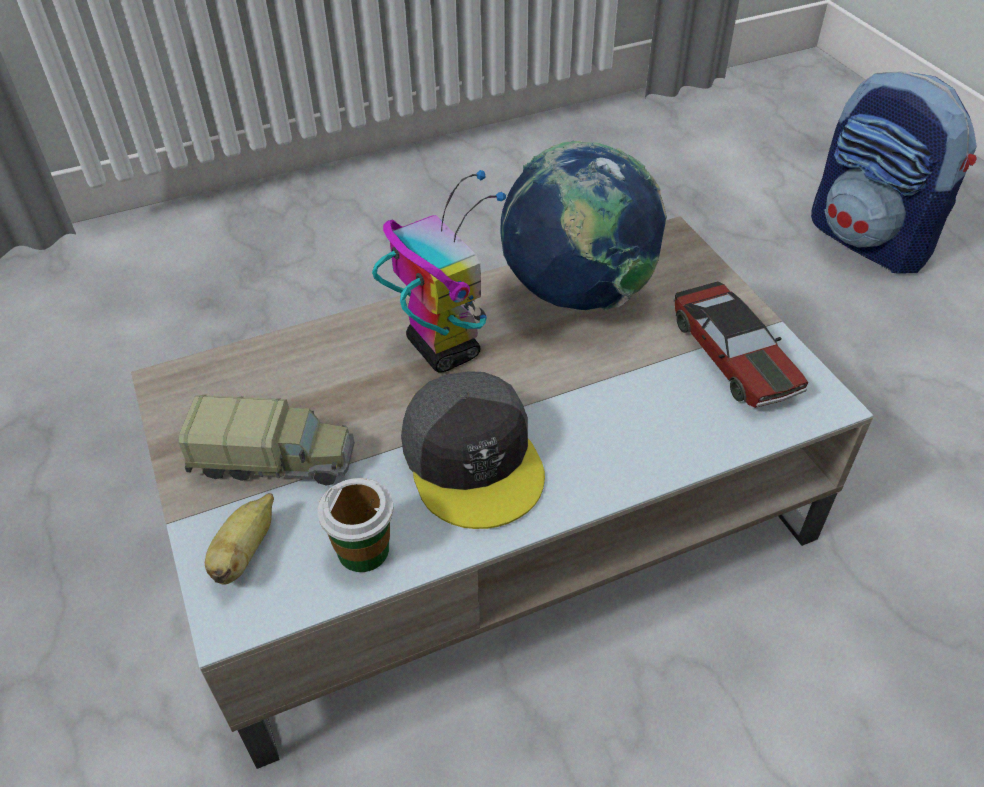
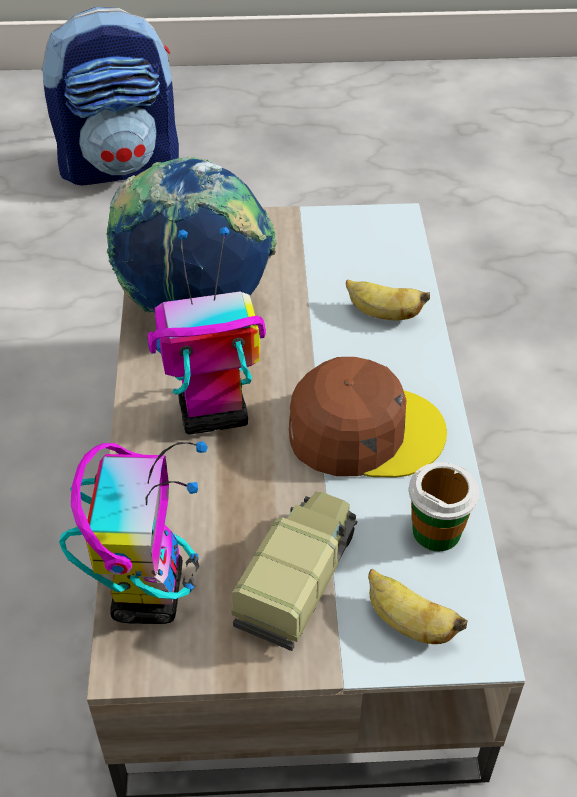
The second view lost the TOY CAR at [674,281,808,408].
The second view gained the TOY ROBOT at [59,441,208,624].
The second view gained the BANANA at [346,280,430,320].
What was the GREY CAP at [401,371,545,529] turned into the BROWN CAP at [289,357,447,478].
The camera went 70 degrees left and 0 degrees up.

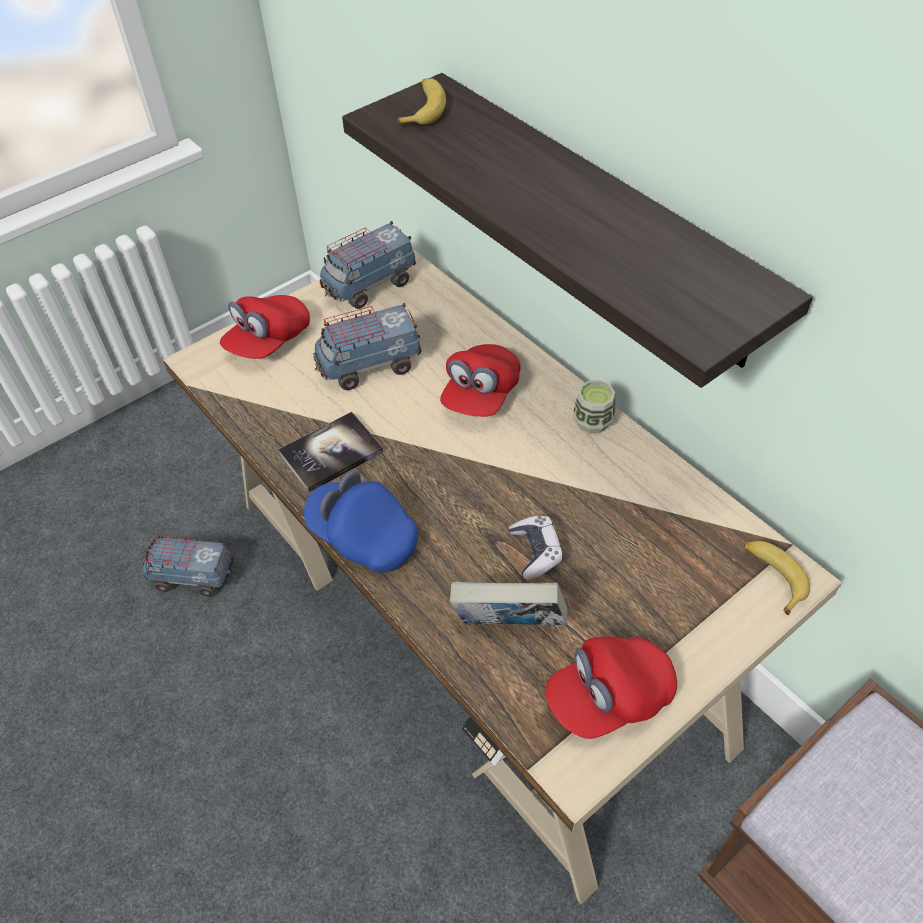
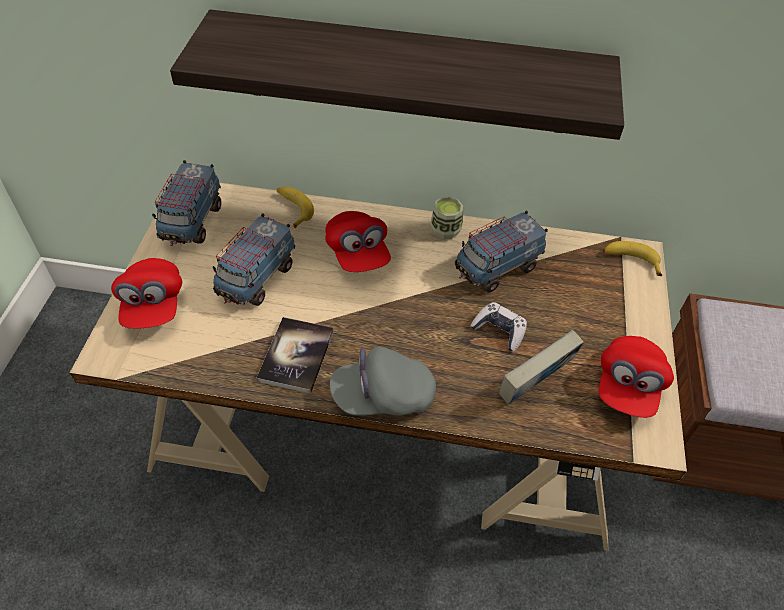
The TOY TRUCK ended up elsewhere, having gone from [142,533,233,596] to [455,211,548,292].
The BANANA ended up elsewhere, having gone from [397,78,446,125] to [277,186,314,229].
What was the BLUE CAP at [304,470,418,572] turned into the GREY CAP at [330,347,436,416].
The camera went 45 degrees left and 0 degrees up.

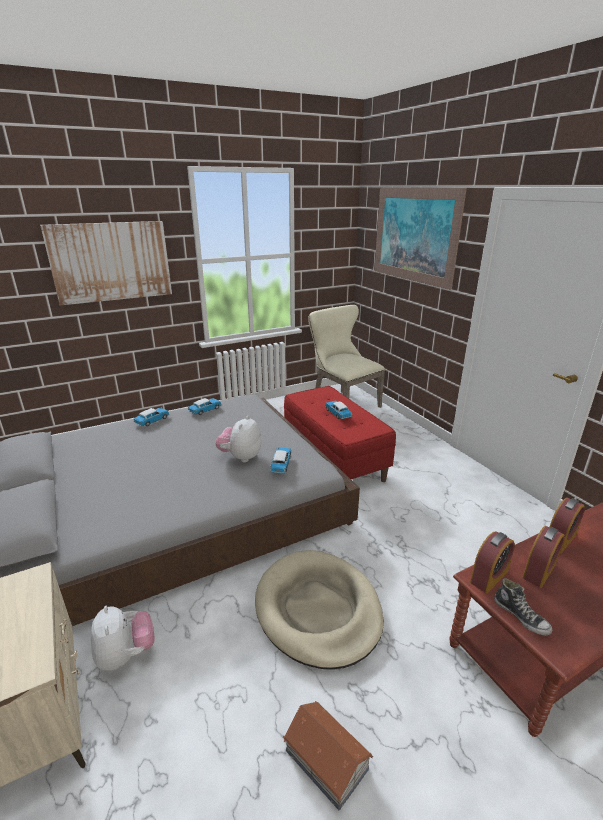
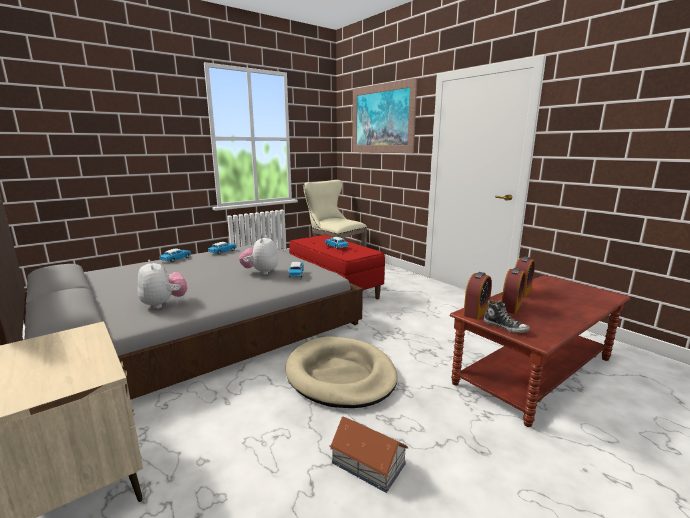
The second view lost the PICTURE at [40,221,172,305].
The PLUSH TOY ended up elsewhere, having gone from [91,606,155,671] to [138,260,187,309].
The camera went 10 degrees left and 10 degrees down.

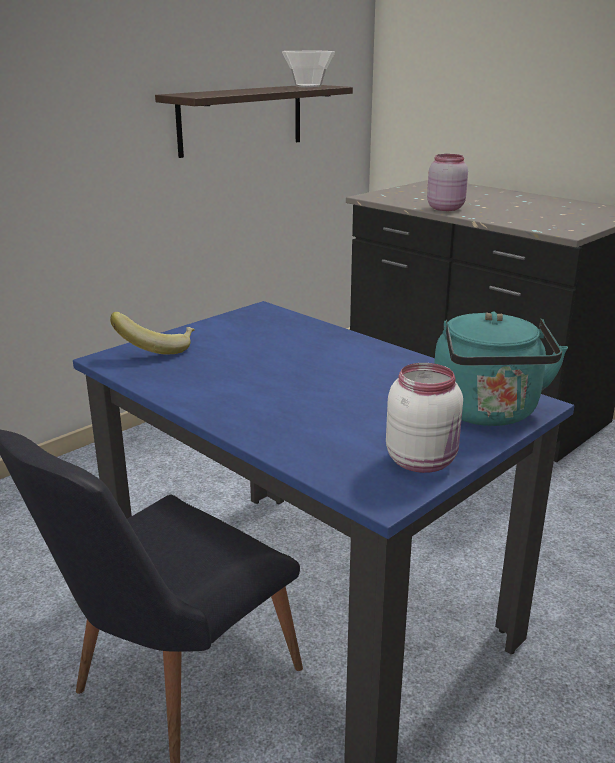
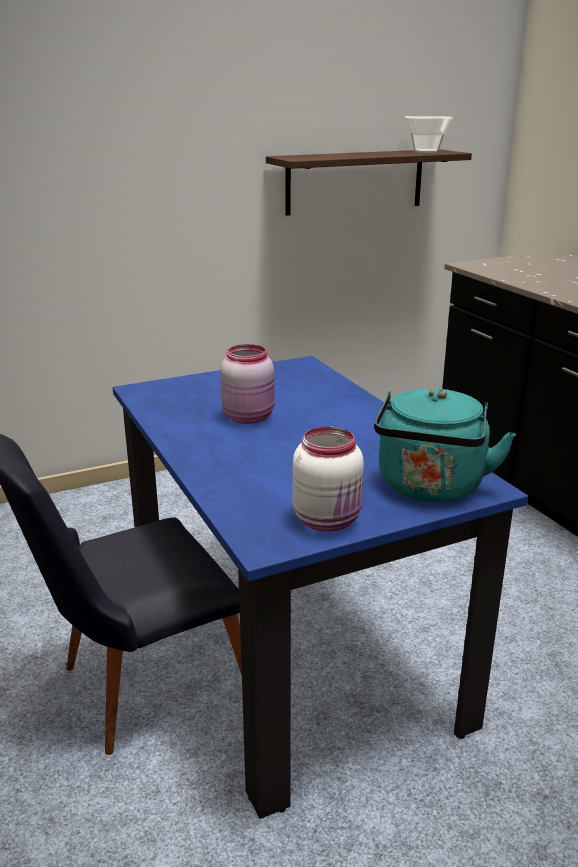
The second view lost the BANANA at [110,312,195,355].
The PINK JAR ended up elsewhere, having gone from [427,154,468,211] to [220,344,275,424].
The camera went 20 degrees right and 0 degrees up.

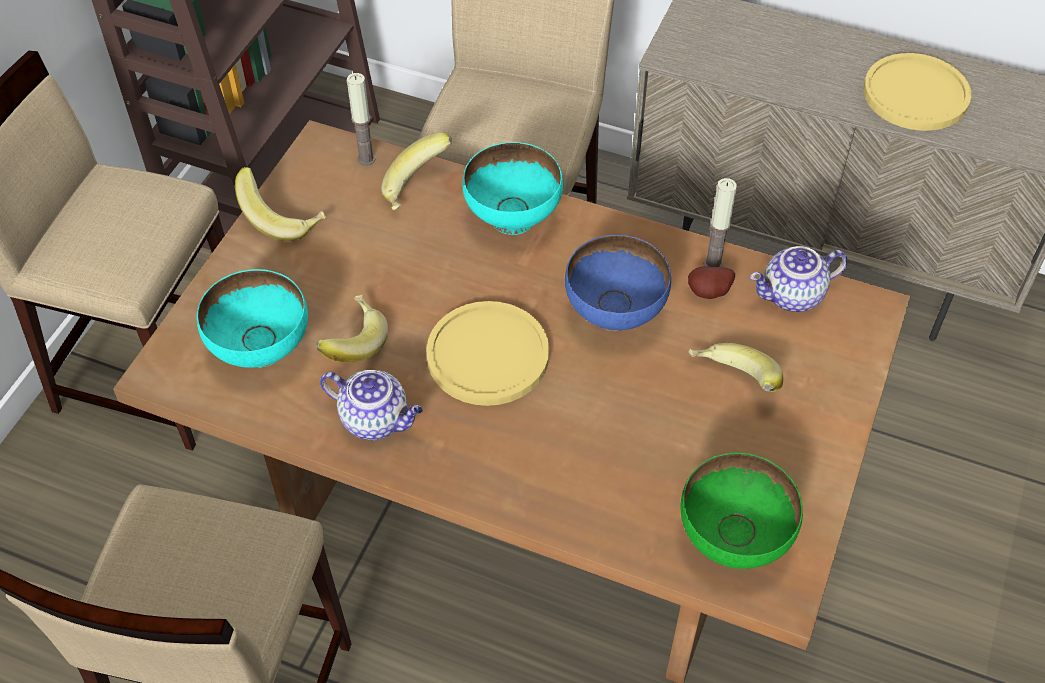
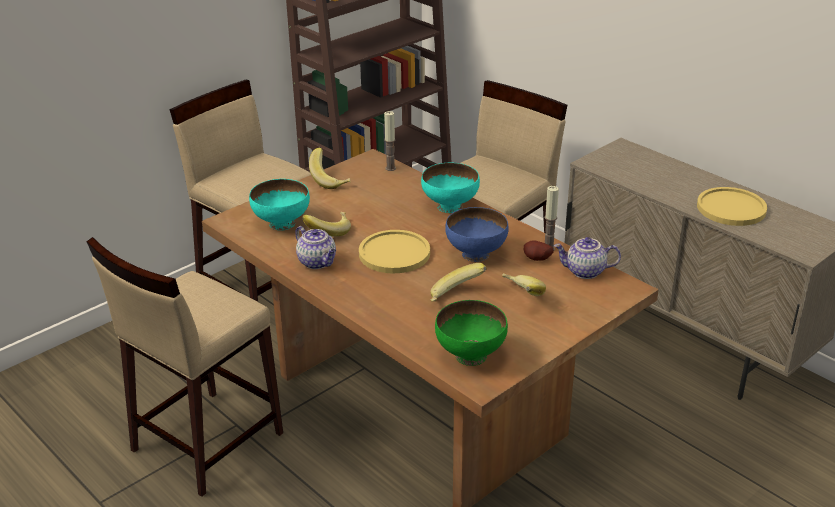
The BANANA ended up elsewhere, having gone from [381,132,452,210] to [430,263,486,302].
The camera went 25 degrees right and 20 degrees down.

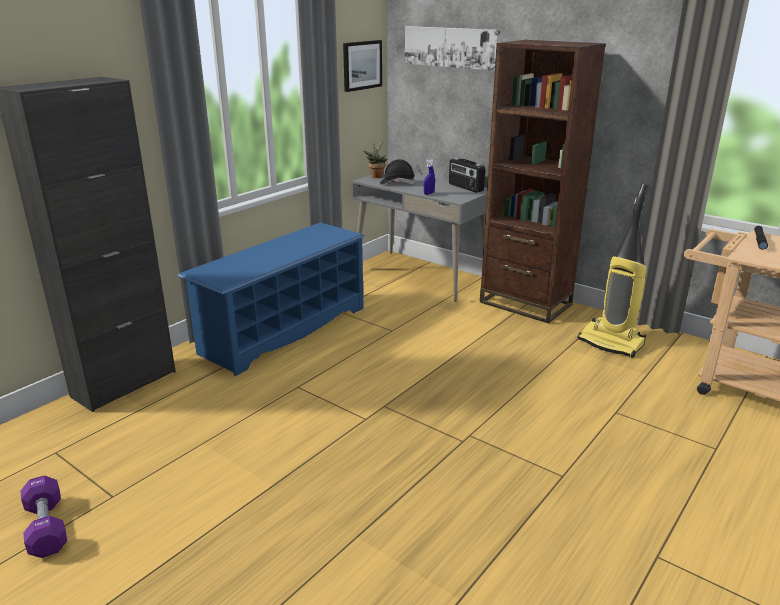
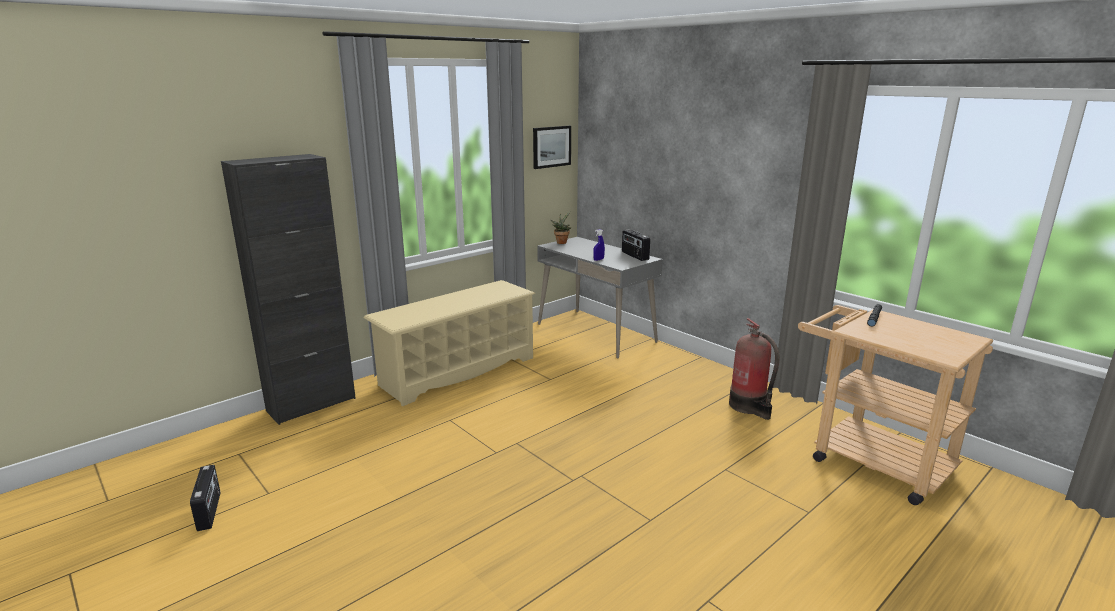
The second view lost the BLACK HARD HAT at [380,159,415,184].
The second view lost the PICTURE at [405,26,500,71].
The second view lost the BROWN BOOKCASE at [480,40,606,324].
Where the PURPLE DUMBBELL stood at [21,475,67,558], the RADIO came to stand at [190,465,220,531].
Where the VACUUM CLEANER stood at [578,184,648,358], the FIRE EXTINGUISHER came to stand at [729,318,780,420].
What was the BLUE SHOE RACK at [177,223,365,376] turned into the BEIGE SHOE RACK at [364,280,535,406].
The camera went 10 degrees right and 5 degrees down.

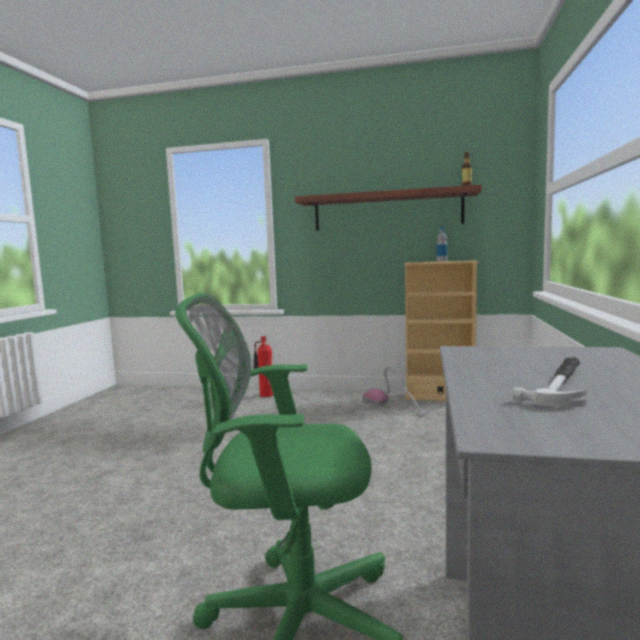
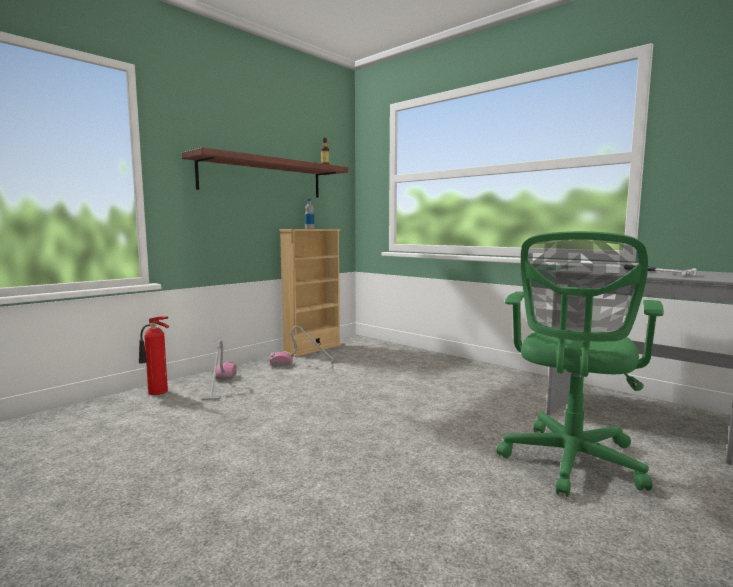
The second view gained the VACUUM CLEANER at [201,340,237,400].
The camera went 60 degrees left and 0 degrees up.

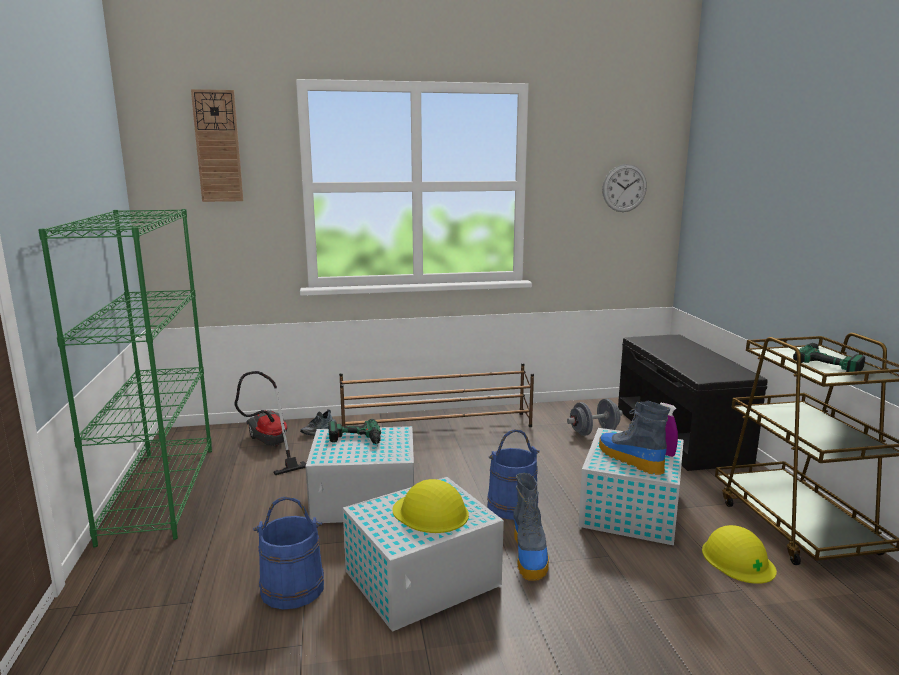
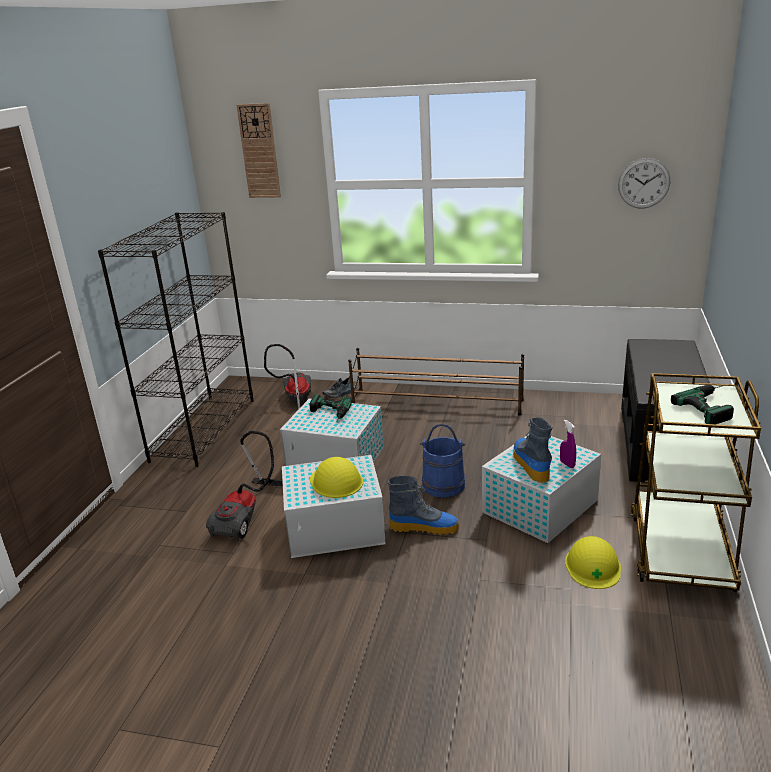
The second view lost the GREY DUMBBELL at [567,399,623,436].
Where the BLUE BUCKET stood at [253,496,324,610], the VACUUM CLEANER came to stand at [206,431,283,540].
What was the GREEN BOOKCASE at [38,209,212,547] turned into the BLACK BOOKCASE at [98,212,254,467].
The BOOT at [514,473,549,581] ended up facing another way, 105 degrees counterclockwise from before.
The camera went 25 degrees right and 10 degrees up.

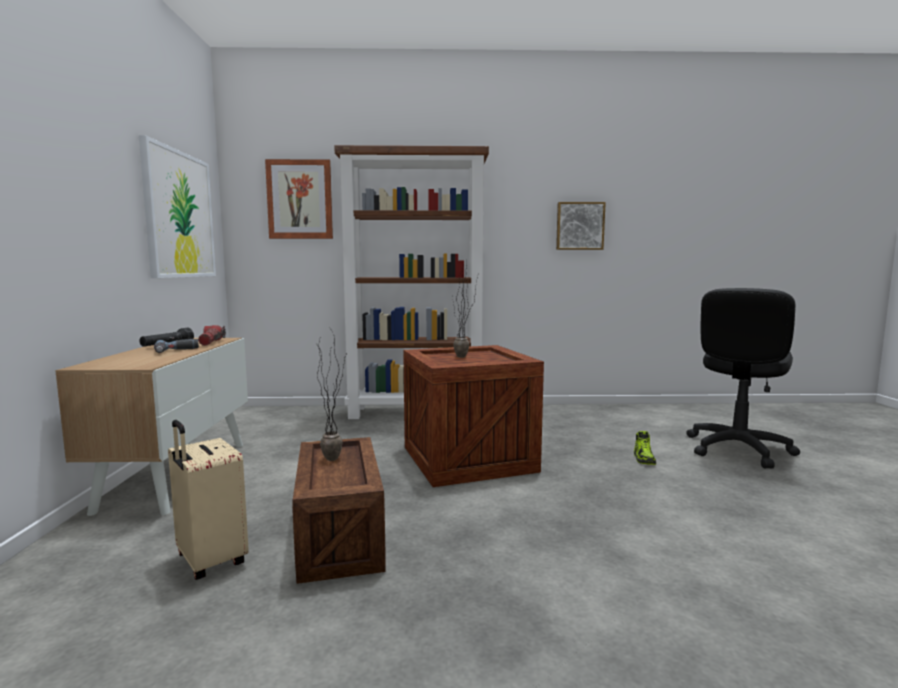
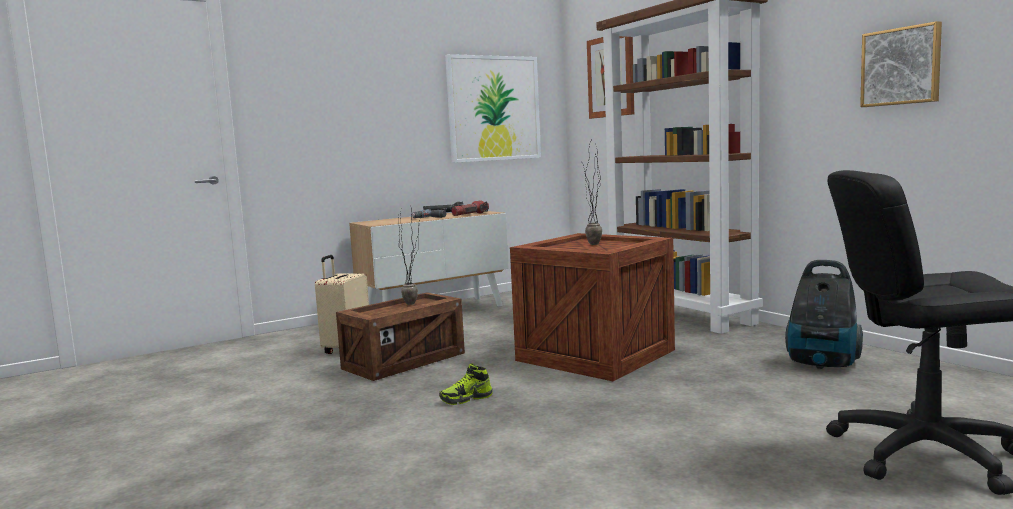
The second view gained the VACUUM CLEANER at [785,260,863,369].
The SHOE ended up elsewhere, having gone from [634,431,656,465] to [439,363,493,405].
The camera went 60 degrees right and 0 degrees up.

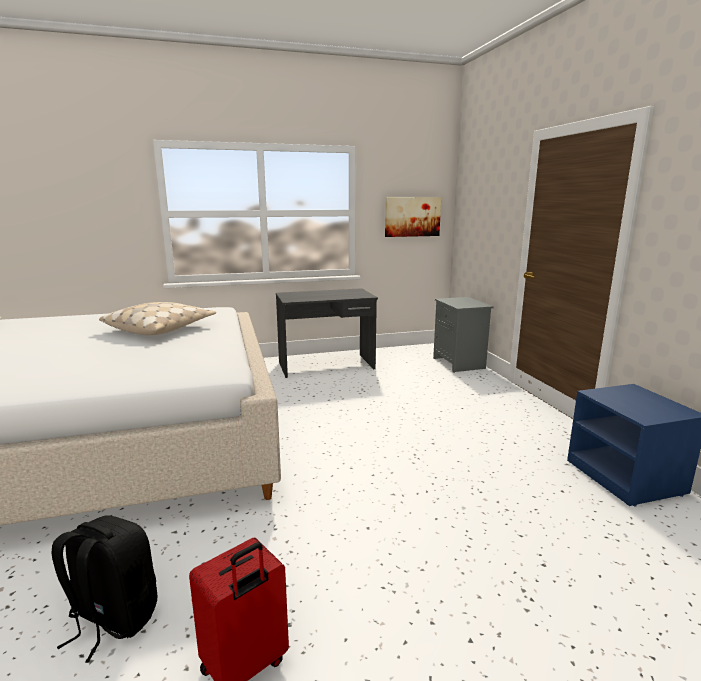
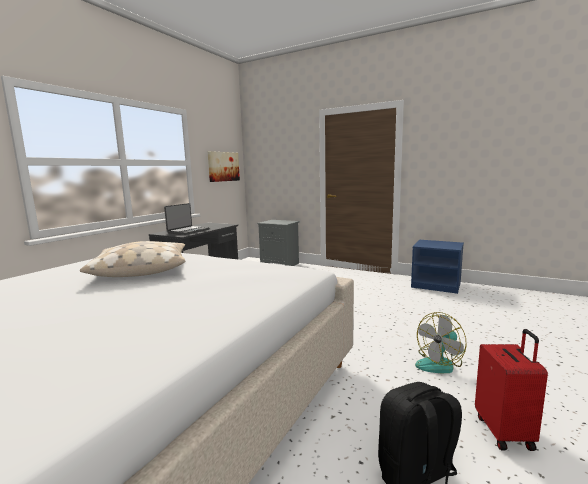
The second view gained the LAPTOP at [164,203,209,235].
The second view gained the FAN at [415,312,467,373].
The camera went 45 degrees left and 5 degrees down.

